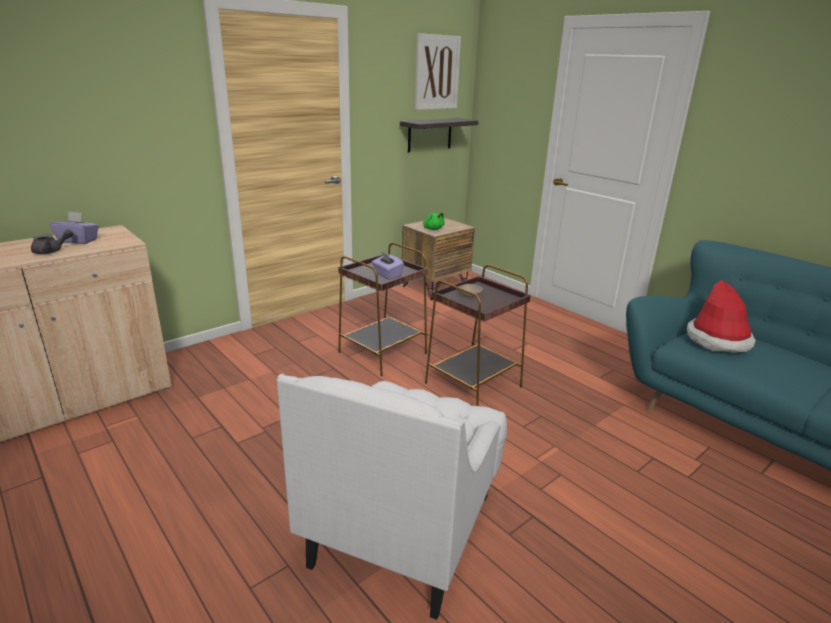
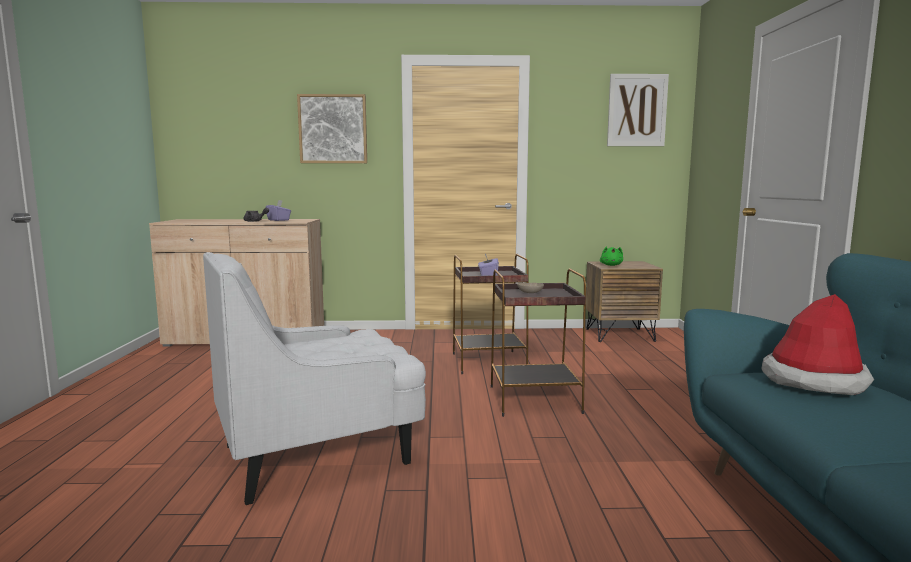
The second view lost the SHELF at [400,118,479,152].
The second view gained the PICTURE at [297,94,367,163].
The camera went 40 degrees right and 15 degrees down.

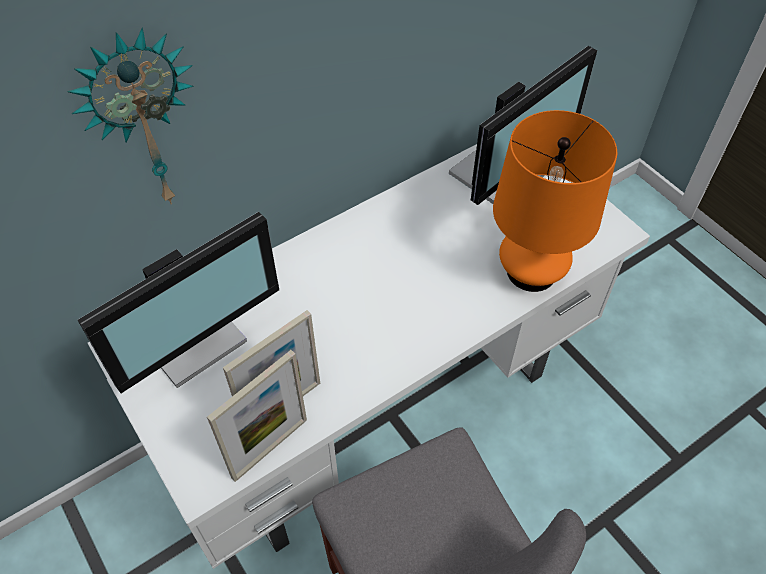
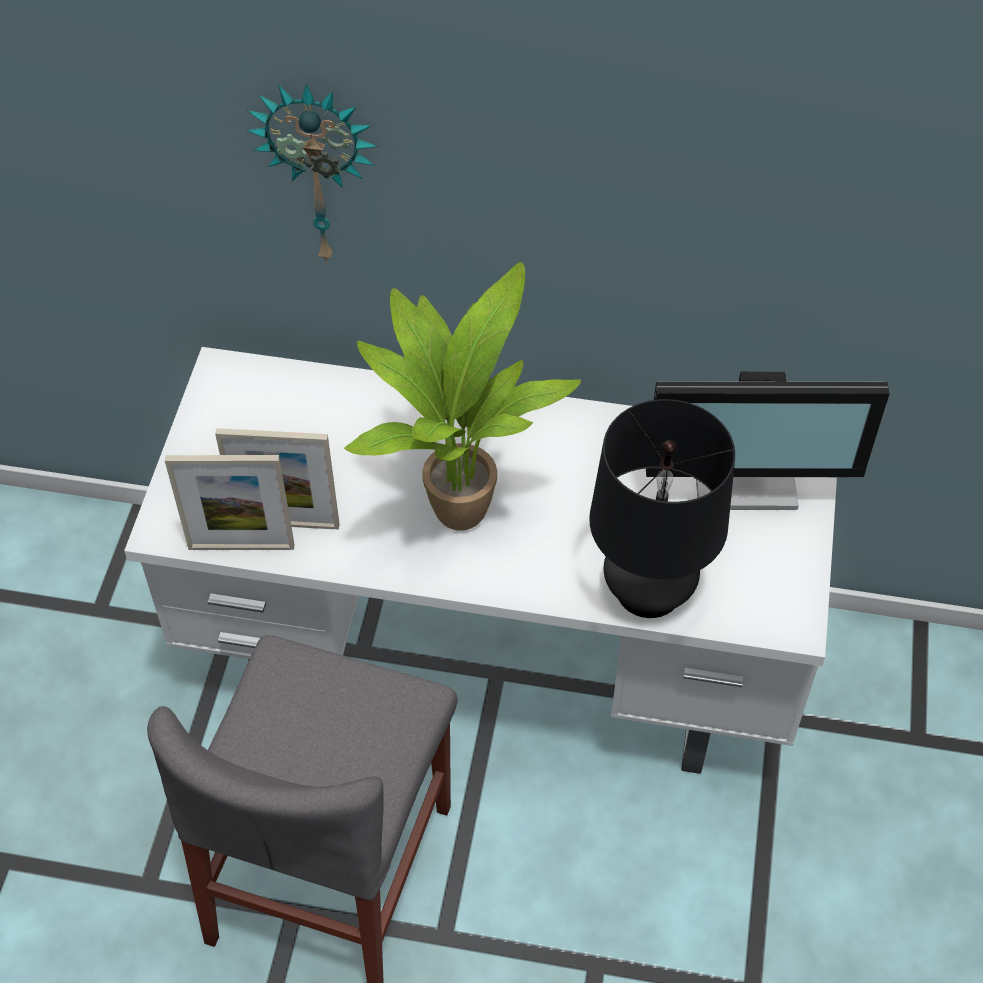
The second view lost the MONITOR at [78,212,279,394].
The second view gained the POTTED PLANT at [344,262,581,530].
What was the ORANGE TABLE LAMP at [493,110,617,292] turned into the BLACK TABLE LAMP at [589,399,735,618].
The camera went 45 degrees right and 0 degrees up.

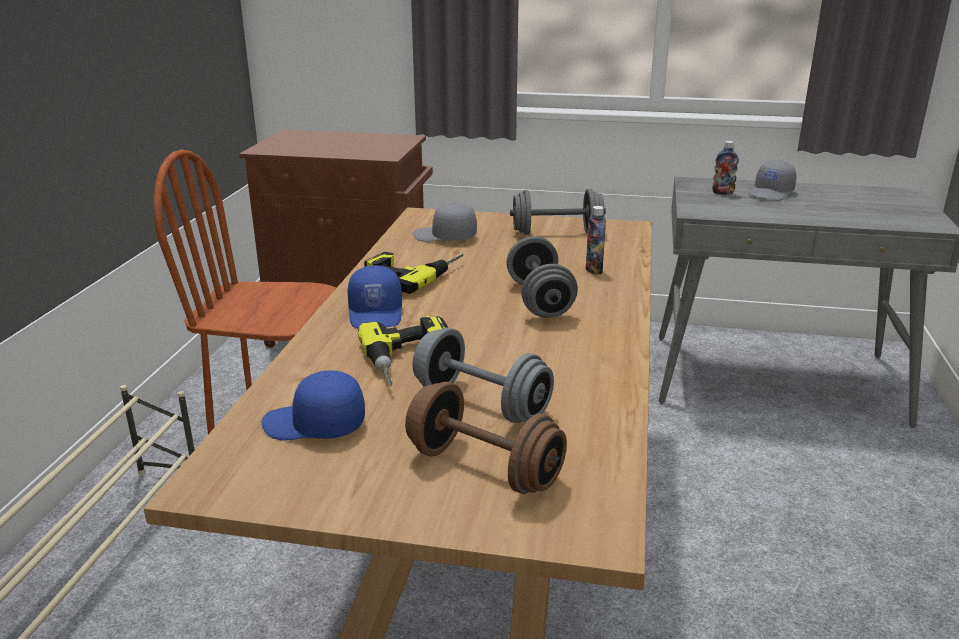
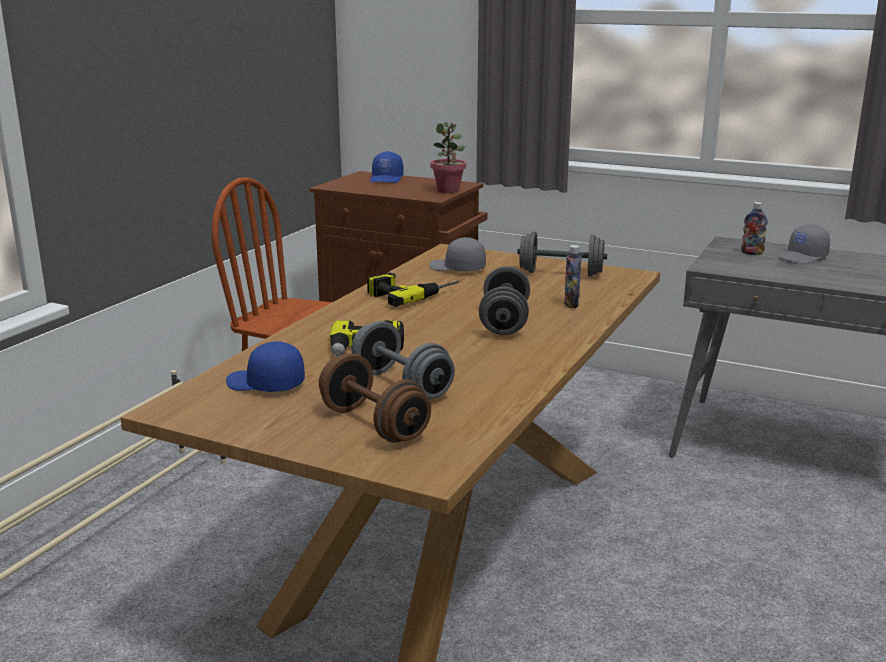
The second view gained the POTTED PLANT at [431,122,466,193].
The BLUE CAP ended up elsewhere, having gone from [348,265,402,328] to [370,151,404,183].
The camera went 15 degrees right and 5 degrees down.

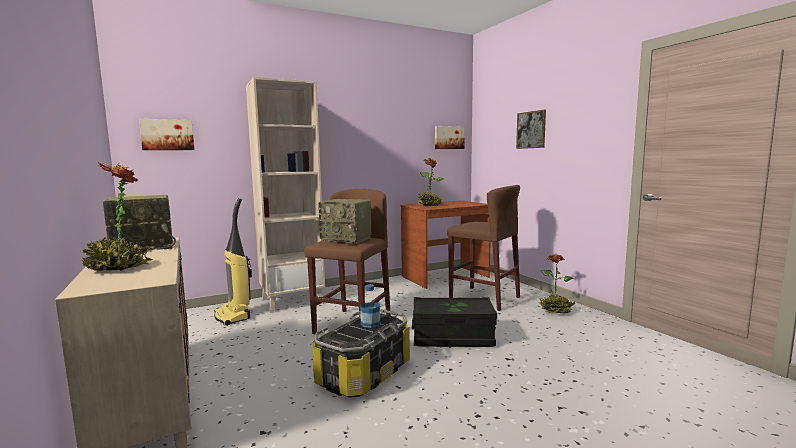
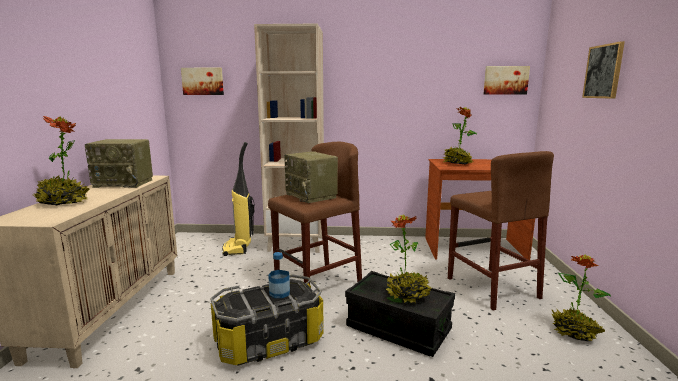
The second view gained the POTTED PLANT at [386,215,433,303].
The camera went 30 degrees right and 5 degrees up.

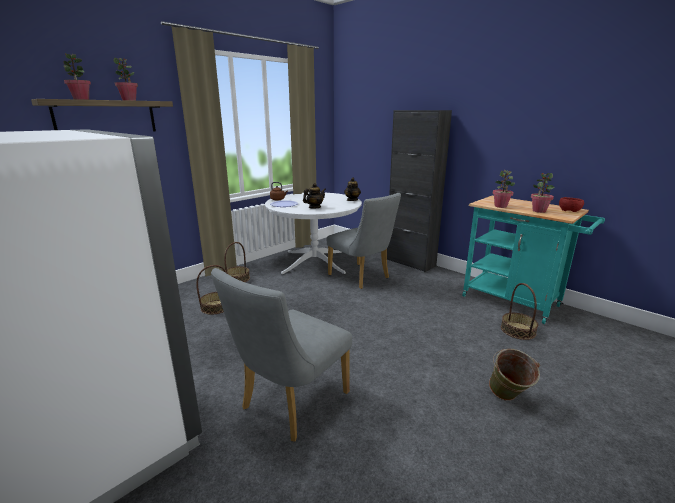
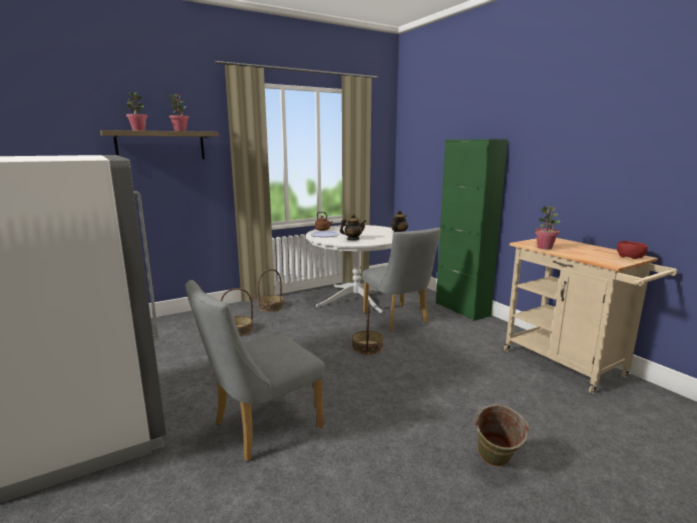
The second view lost the POTTED PLANT at [531,173,555,213].
The BASKET ended up elsewhere, having gone from [501,283,538,340] to [352,300,384,355].
What was the BLACK CABINET at [387,110,452,272] turned into the GREEN CABINET at [436,139,508,321].
What was the TURQUOISE CART at [462,196,605,324] turned into the BEIGE CART at [504,238,677,394].
The camera went 15 degrees right and 5 degrees down.

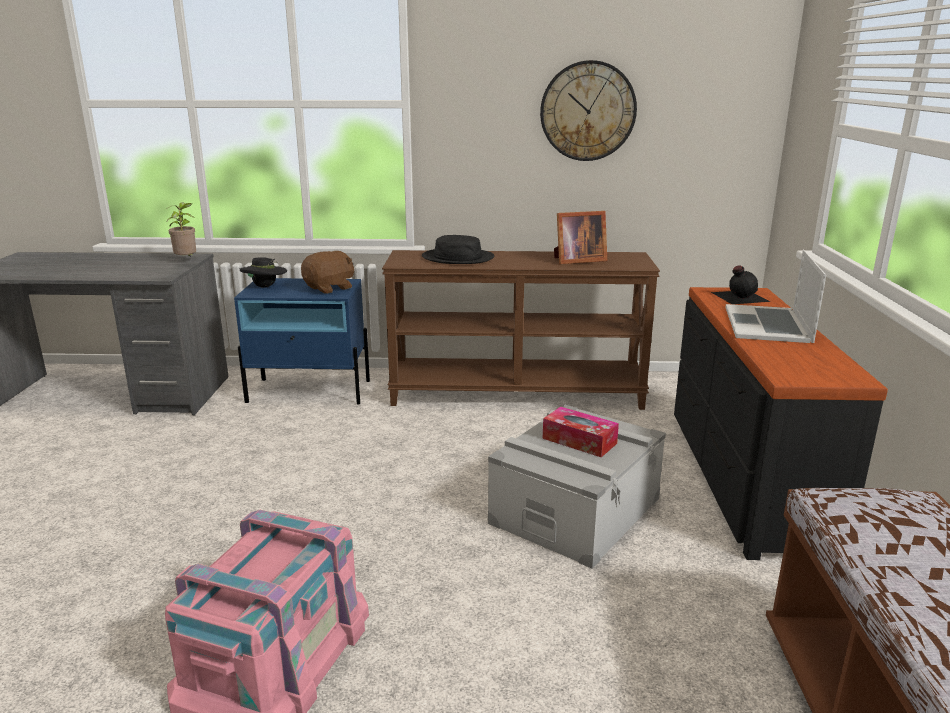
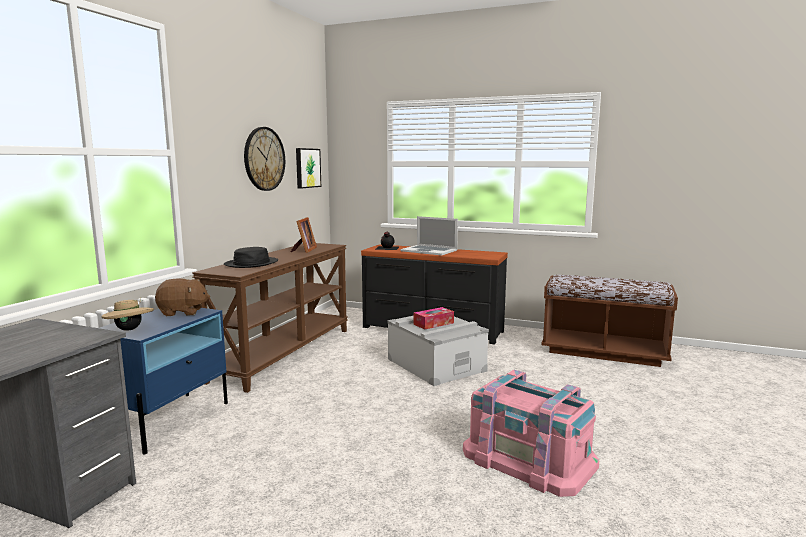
The second view lost the POTTED PLANT at [166,203,196,257].
The second view gained the PICTURE at [296,148,321,189].
What was the BLACK HAT at [240,257,287,288] turned into the BEIGE HAT at [101,297,154,331].
The BROWN PLUSH TOY at [301,251,354,294] ended up facing another way, 105 degrees clockwise from before.
The camera went 70 degrees left and 10 degrees down.

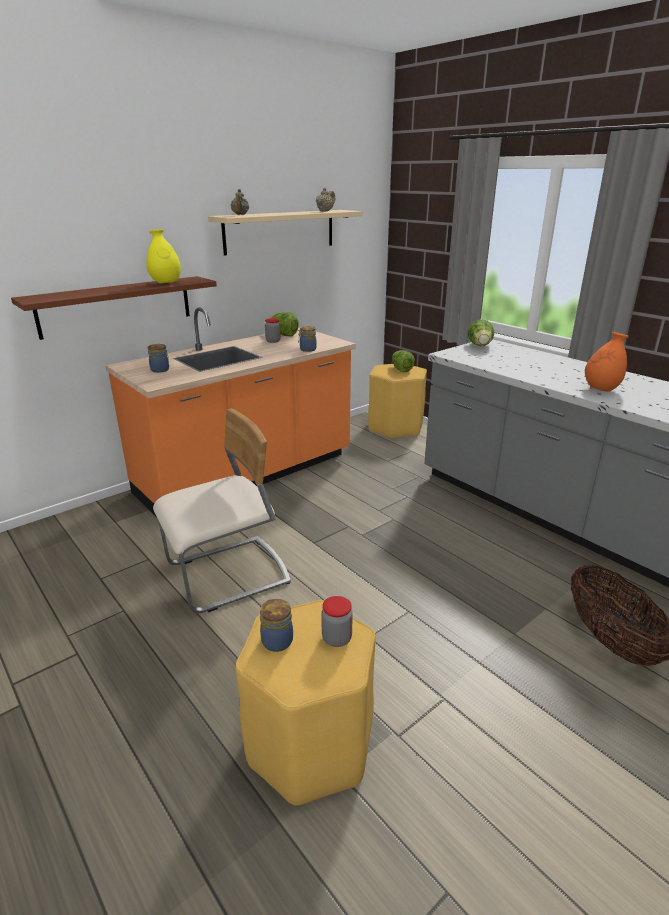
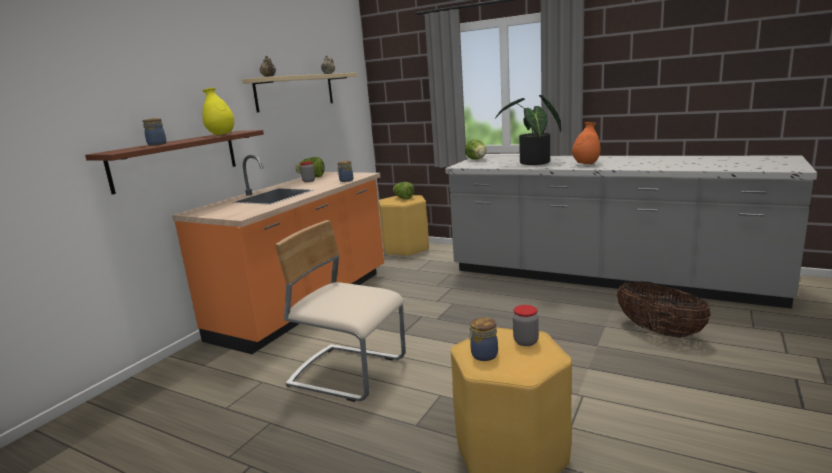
The second view gained the POTTED PLANT at [495,95,561,165].
The JAR ended up elsewhere, having gone from [148,344,169,373] to [143,118,167,146].
The BEIGE CHAIR at [153,408,291,613] ended up facing another way, 105 degrees counterclockwise from before.
The camera went 20 degrees left and 10 degrees down.

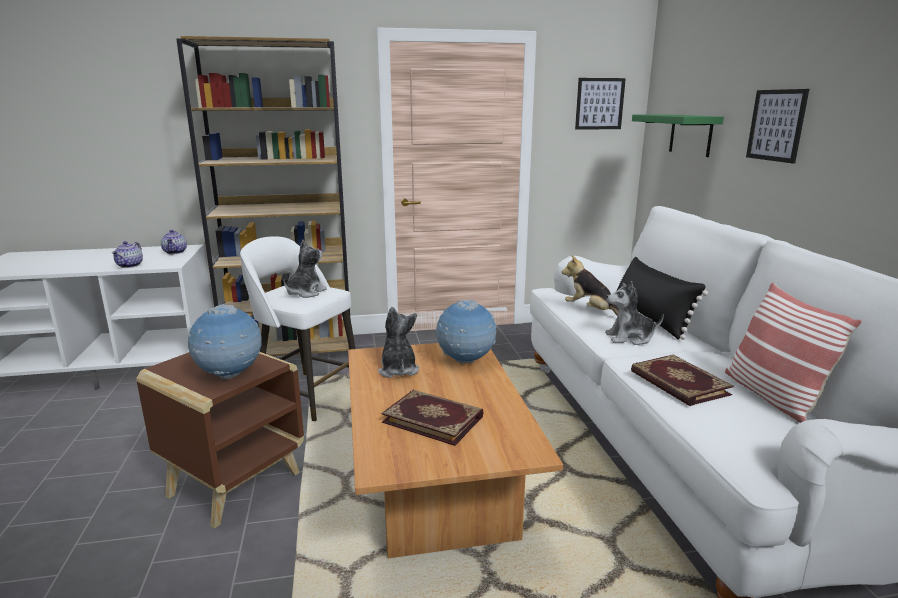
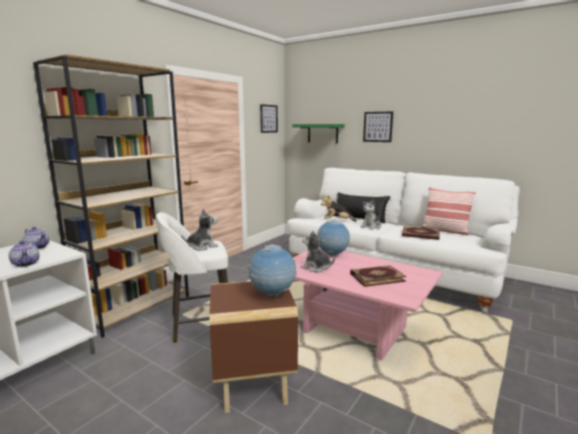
What was the BROWN COFFEE TABLE at [348,343,563,558] turned into the PINK COFFEE TABLE at [293,247,443,361].
The PLUSH TOY at [284,240,327,298] ended up facing another way, 75 degrees clockwise from before.
The camera went 45 degrees left and 5 degrees down.

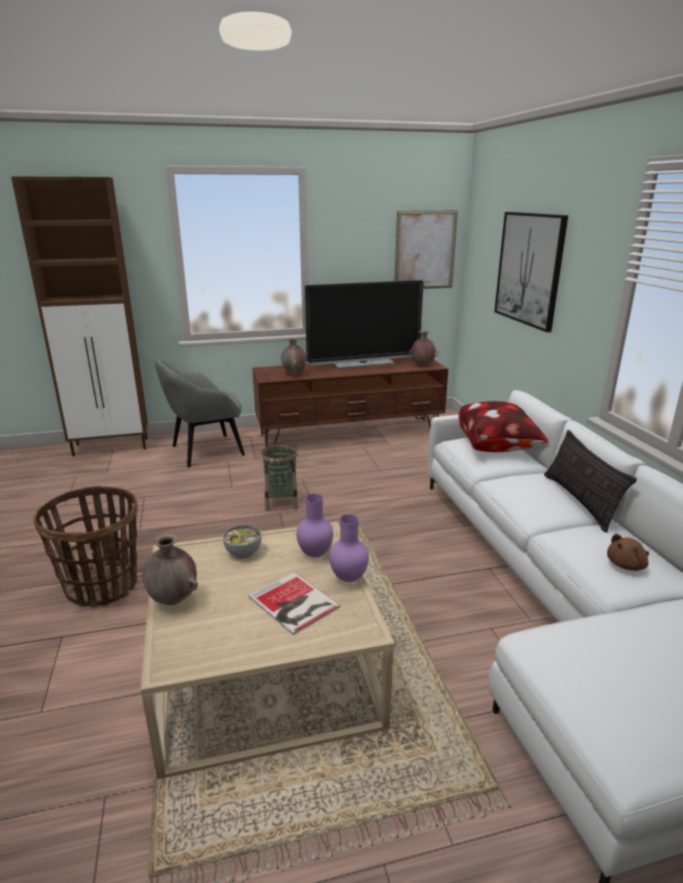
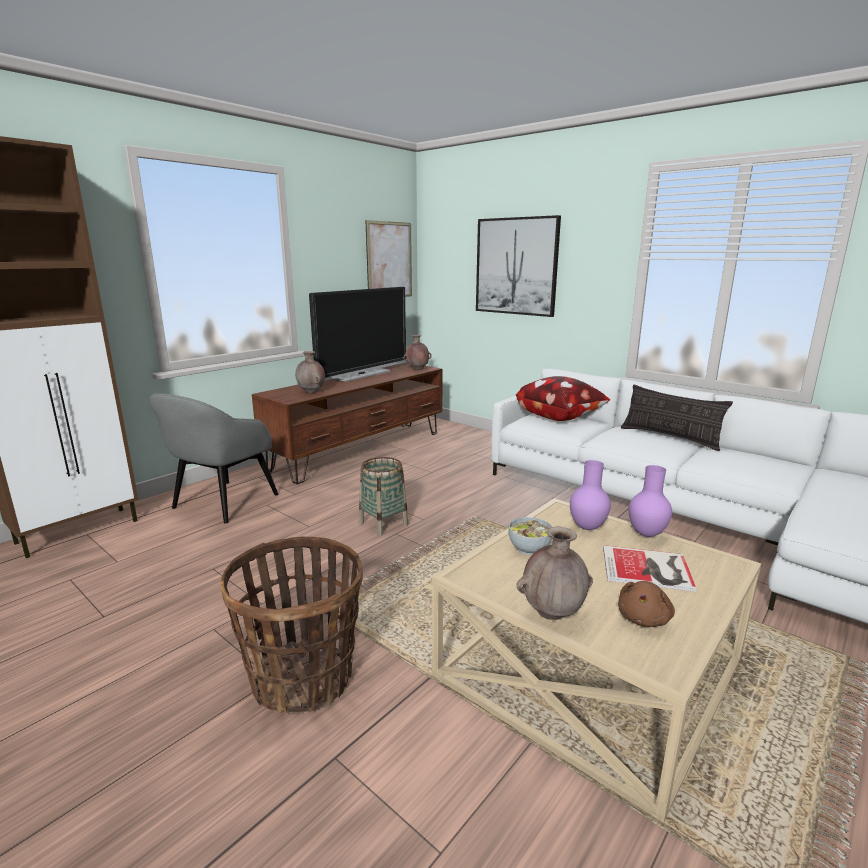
The BROWN PLUSH TOY ended up elsewhere, having gone from [607,534,649,571] to [618,581,675,627].
The camera went 35 degrees left and 5 degrees down.

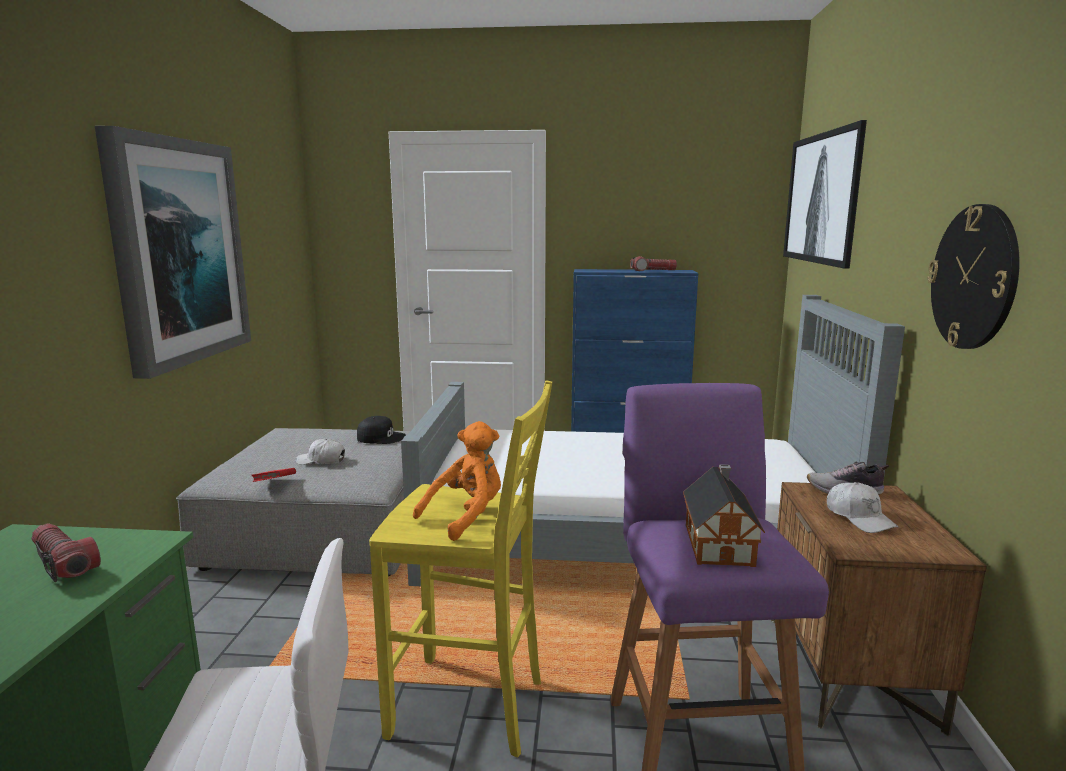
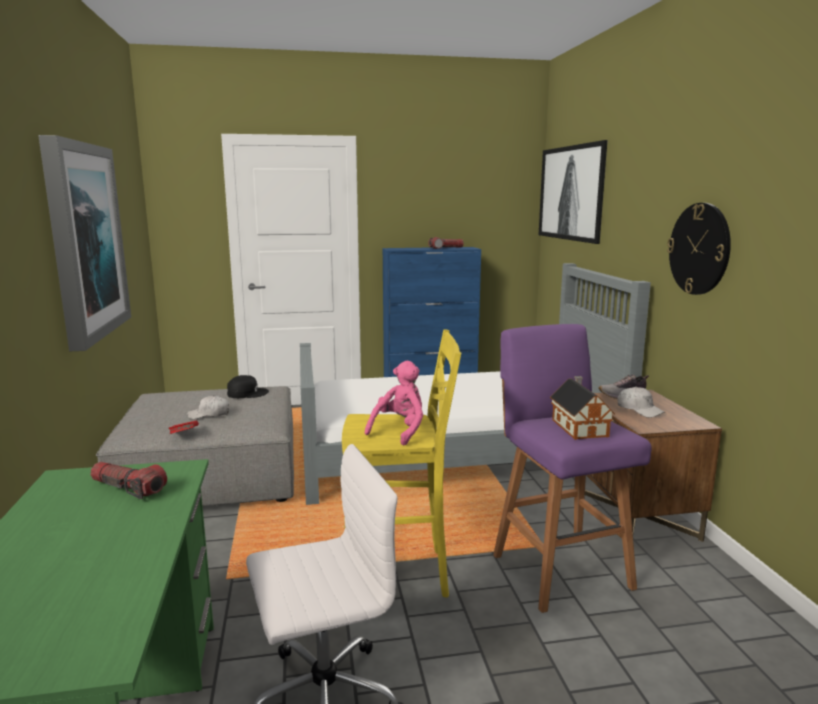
What was the ORANGE PLUSH TOY at [413,421,501,541] turned into the PINK PLUSH TOY at [365,361,423,446].
The camera went 15 degrees left and 0 degrees up.

